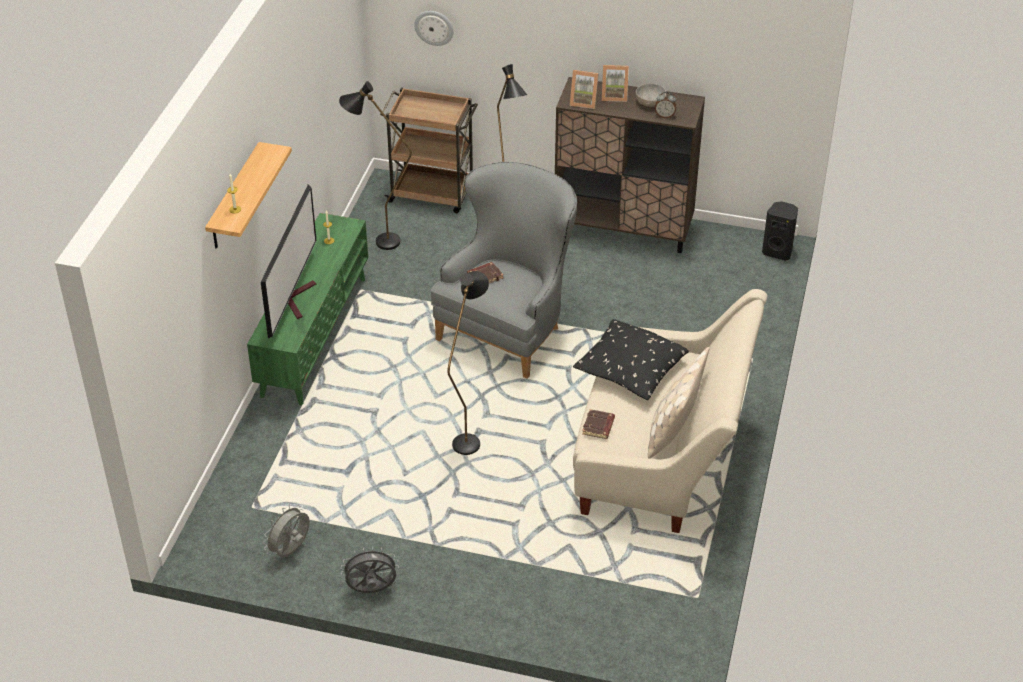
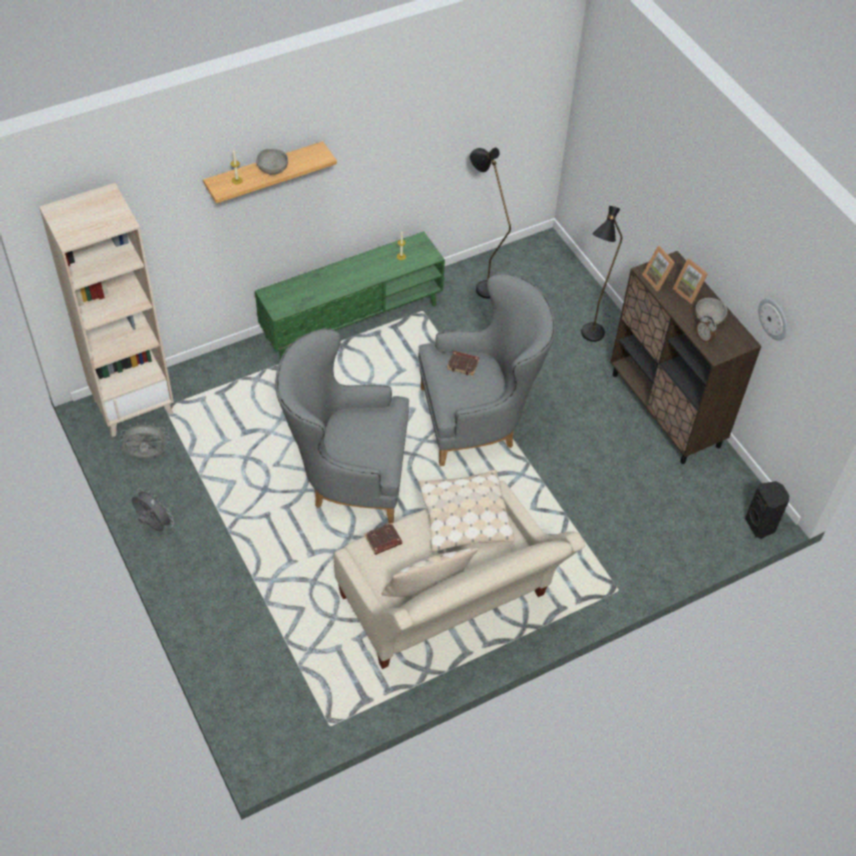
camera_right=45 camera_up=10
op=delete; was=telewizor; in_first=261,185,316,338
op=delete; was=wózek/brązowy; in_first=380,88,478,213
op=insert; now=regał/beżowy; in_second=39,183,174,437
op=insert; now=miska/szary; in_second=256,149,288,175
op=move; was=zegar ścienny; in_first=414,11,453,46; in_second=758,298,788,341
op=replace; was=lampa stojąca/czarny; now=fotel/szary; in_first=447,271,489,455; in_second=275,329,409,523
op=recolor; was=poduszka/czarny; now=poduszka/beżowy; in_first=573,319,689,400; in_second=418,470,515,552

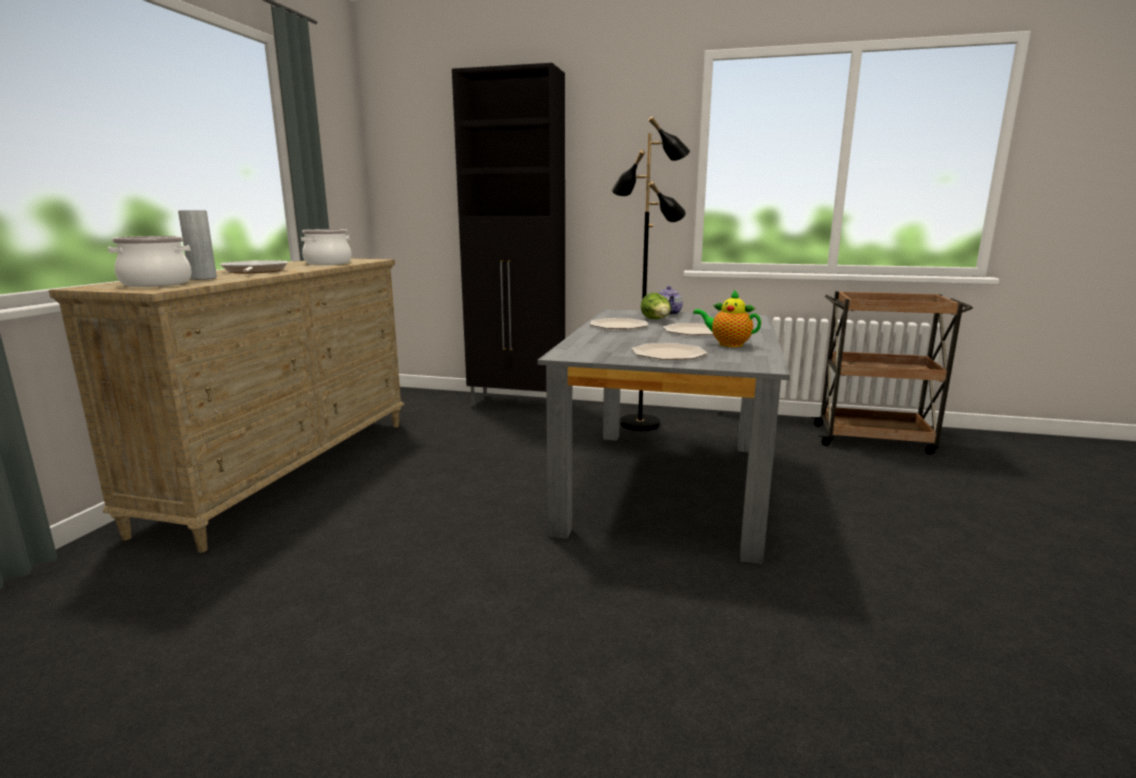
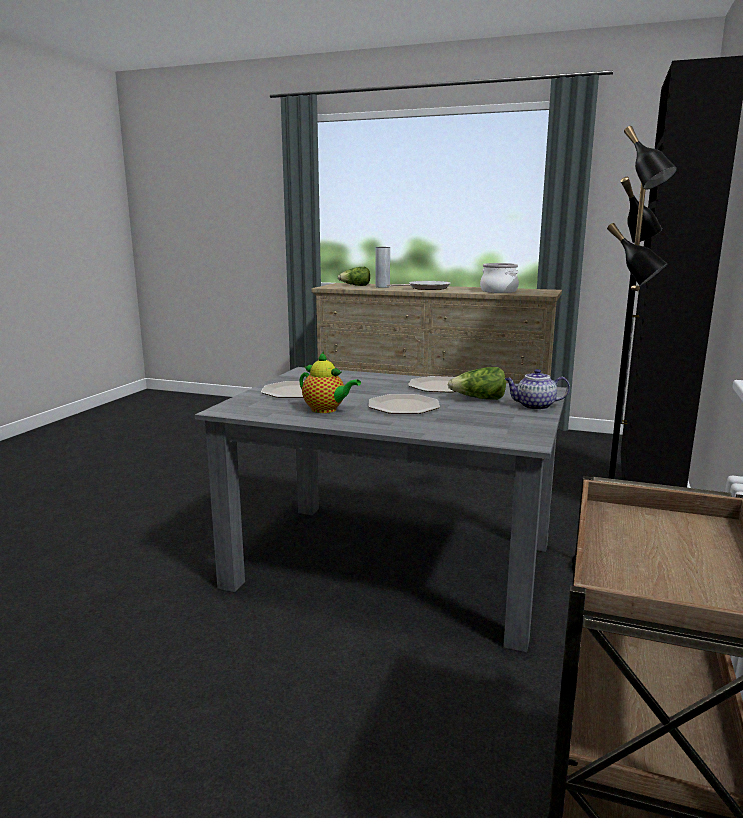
camera_right=95 camera_up=0
op=replace; was=garnek; now=sałata; in_first=108,236,192,287; in_second=338,267,370,286
op=rotate; was=imbryk; in_first=693,290,761,347; in_second=299,352,361,413; clockwise=90

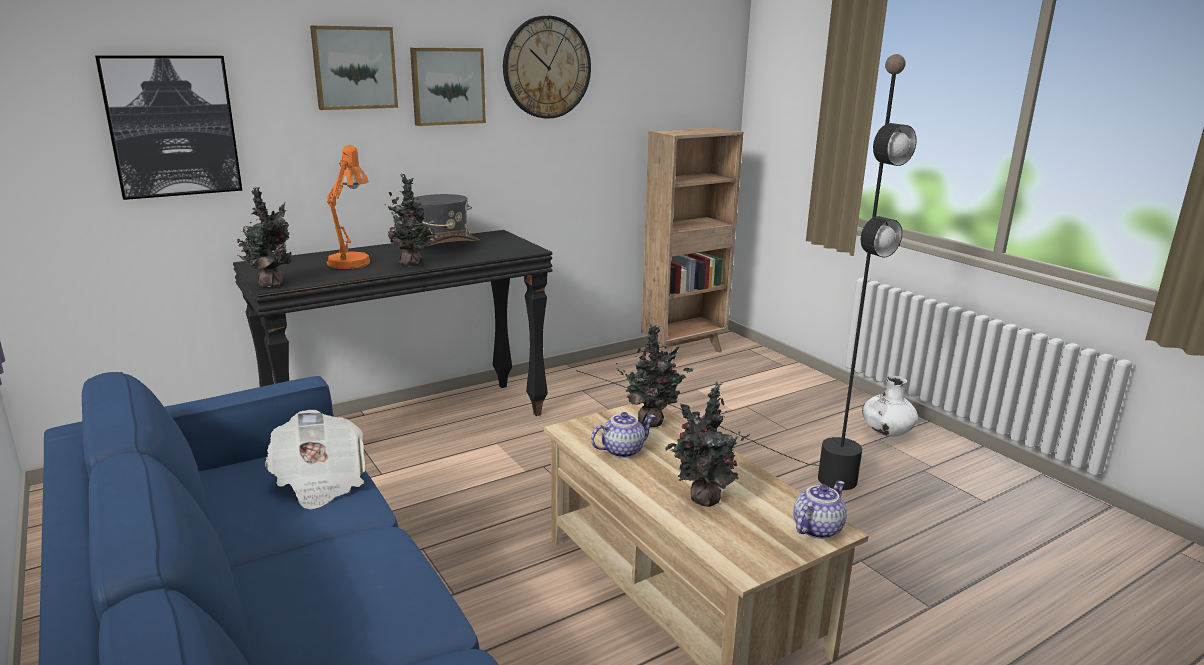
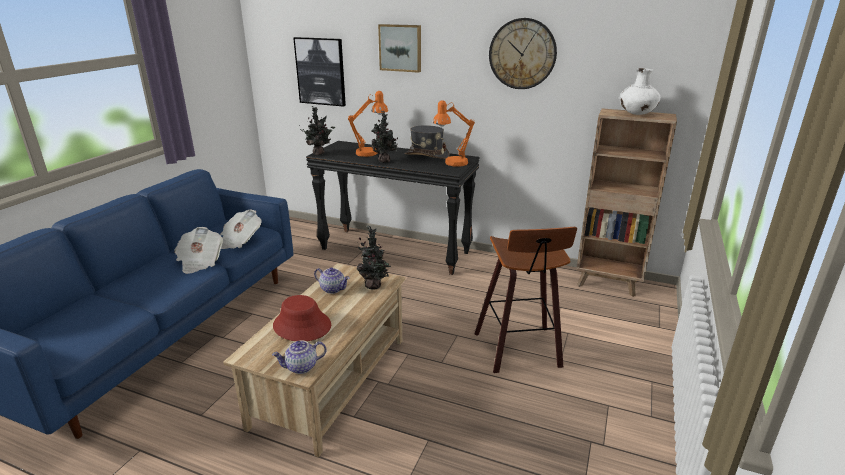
camera_right=55 camera_up=5
op=delete; was=obraz; in_first=410,48,486,126
op=insert; now=gazeta; in_second=174,227,223,274
op=insert; now=lampa stołowa/pomarańczowy; in_second=433,100,475,167
op=move; was=wazon/biały; in_first=862,376,918,437; in_second=620,68,661,115
op=replace; was=lampa stojąca/czarny; now=stołek; in_first=576,54,916,490; in_second=474,227,577,373
op=replace; was=roślina doniczkowa; now=kapelusz/czerwony; in_first=665,381,750,507; in_second=273,295,331,341
op=rotate; was=imbryk; in_first=794,481,847,539; in_second=272,340,327,374; clockwise=150

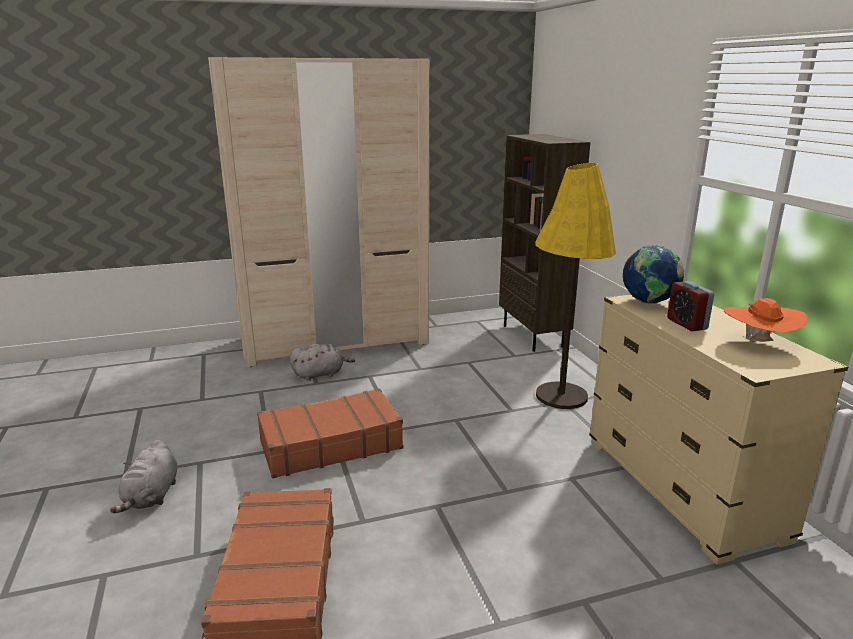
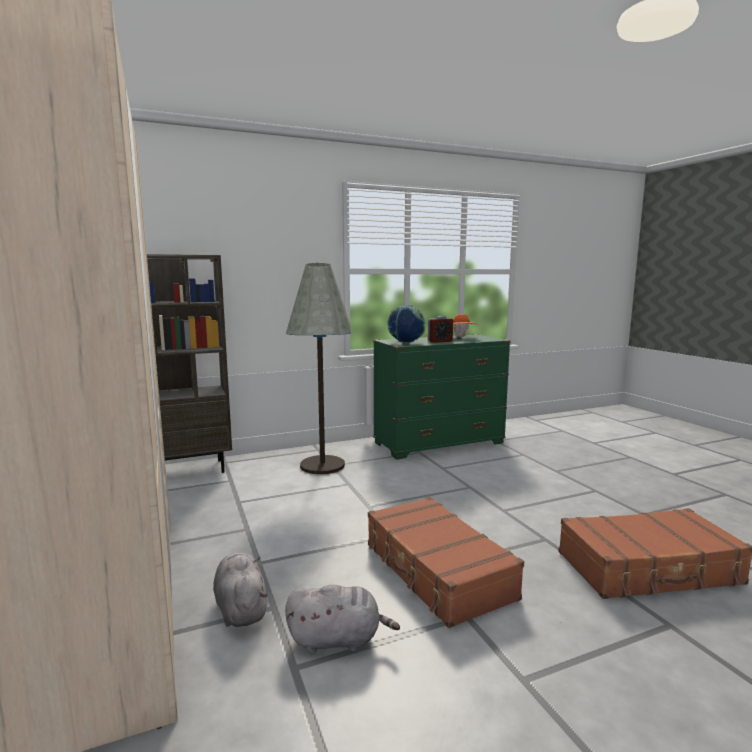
camera_right=-95 camera_up=-10
op=move; was=pluszak/szary; in_first=110,440,177,513; in_second=285,585,400,654
op=recolor; was=lampa stojąca/żółty; now=lampa stojąca/szary; in_first=535,163,616,409; in_second=286,263,353,474
op=recolor; was=komoda/beżowy; now=komoda/zielony; in_first=589,295,848,565; in_second=373,334,511,460

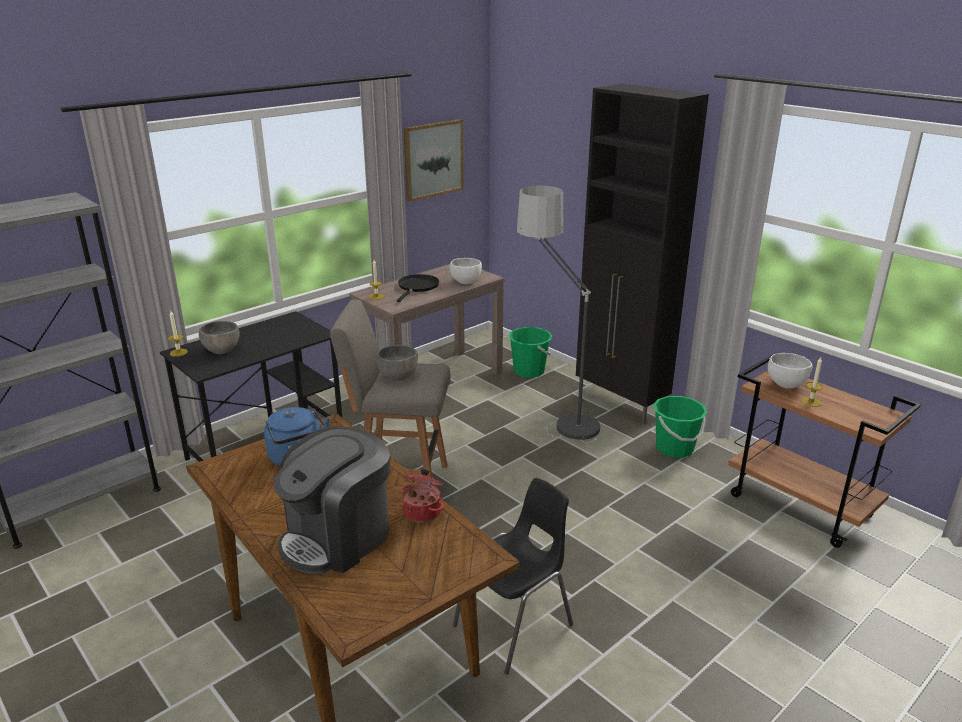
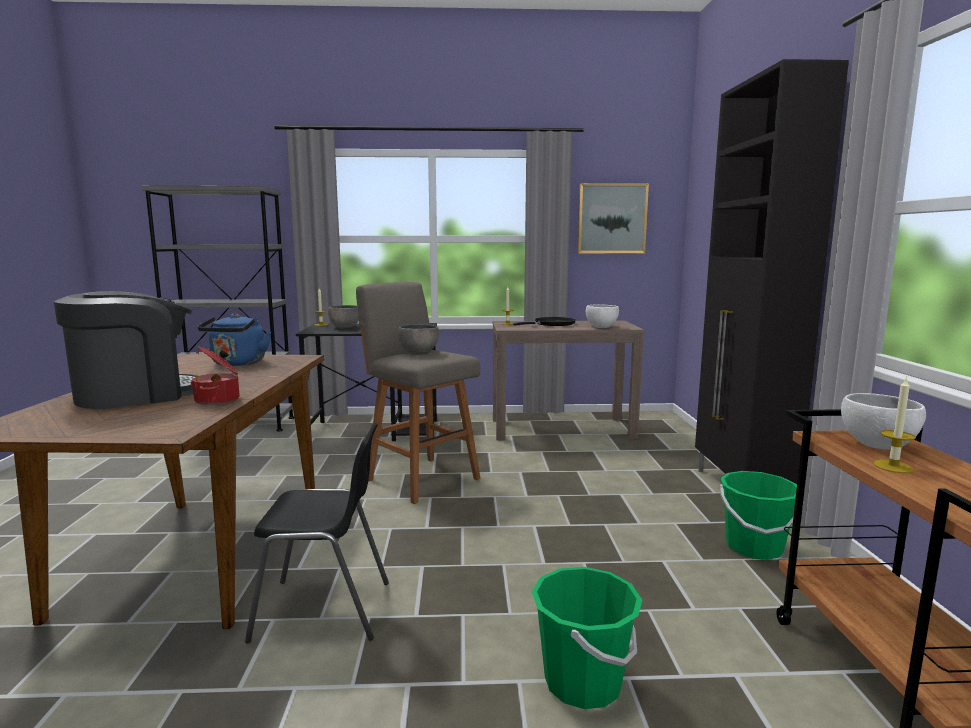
camera_right=40 camera_up=-15
op=delete; was=lampa stojąca; in_first=517,186,600,443
op=move; was=wiadro/zielony; in_first=508,327,552,378; in_second=532,567,642,709
op=rotate; was=ekspres do kawy; in_first=273,426,390,574; in_second=54,291,198,409; clockwise=150

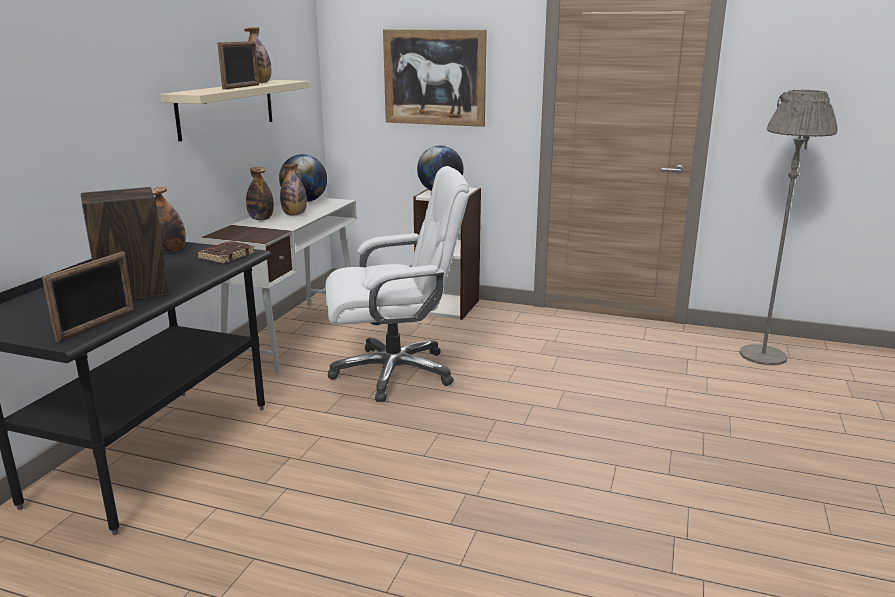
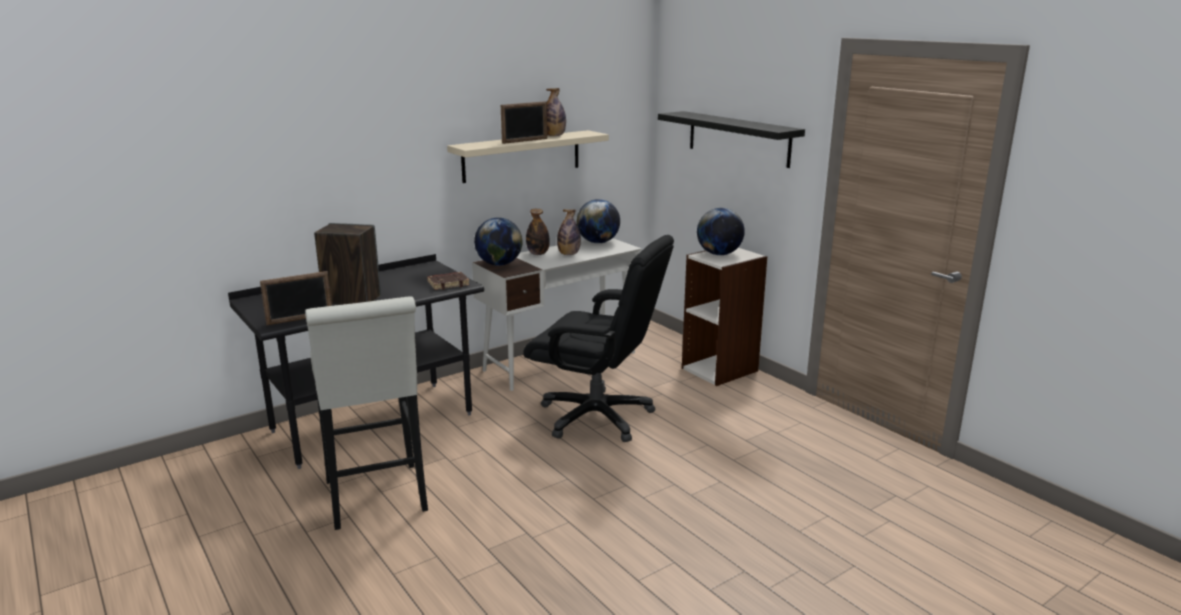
camera_right=35 camera_up=0
op=delete; was=butelka; in_first=152,187,186,252
op=delete; was=lampa stojąca/szary; in_first=739,90,837,365
op=insert; now=stołek/biały; in_second=305,297,428,530
op=insert; now=globus; in_second=474,217,523,266
op=replace; was=obraz; now=półka/czarny; in_first=383,30,487,127; in_second=658,111,805,168
op=recolor; was=krzesło biurowe/biały; now=krzesło biurowe/czarny; in_first=325,166,469,402; in_second=523,235,674,442

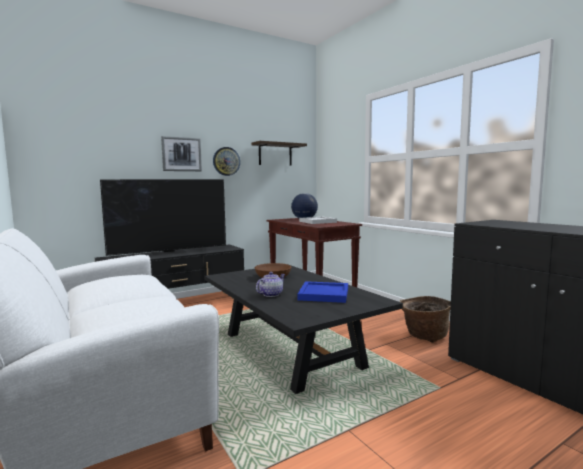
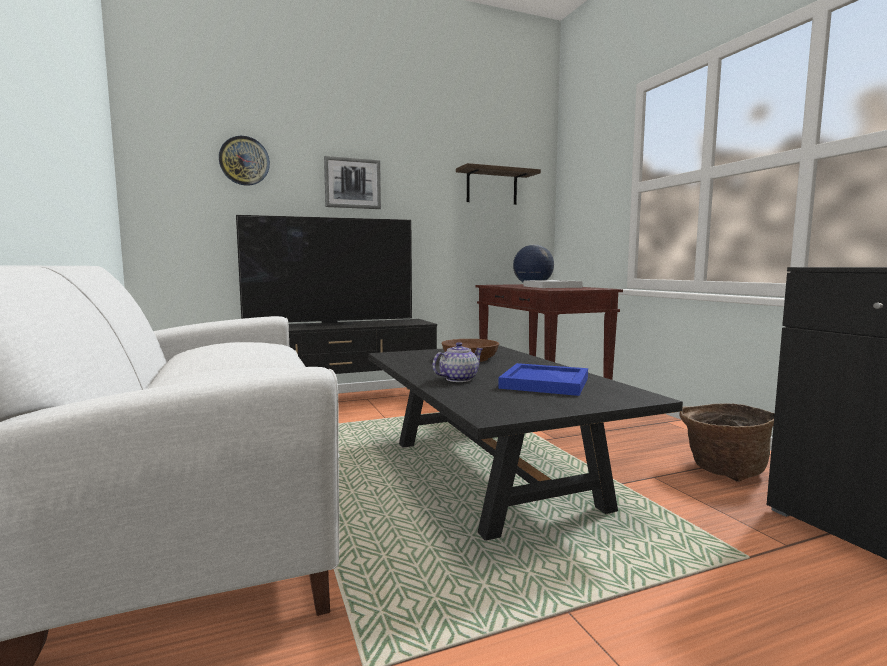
camera_right=10 camera_up=0
op=move; was=zegar ścienny; in_first=213,147,240,176; in_second=219,136,270,186

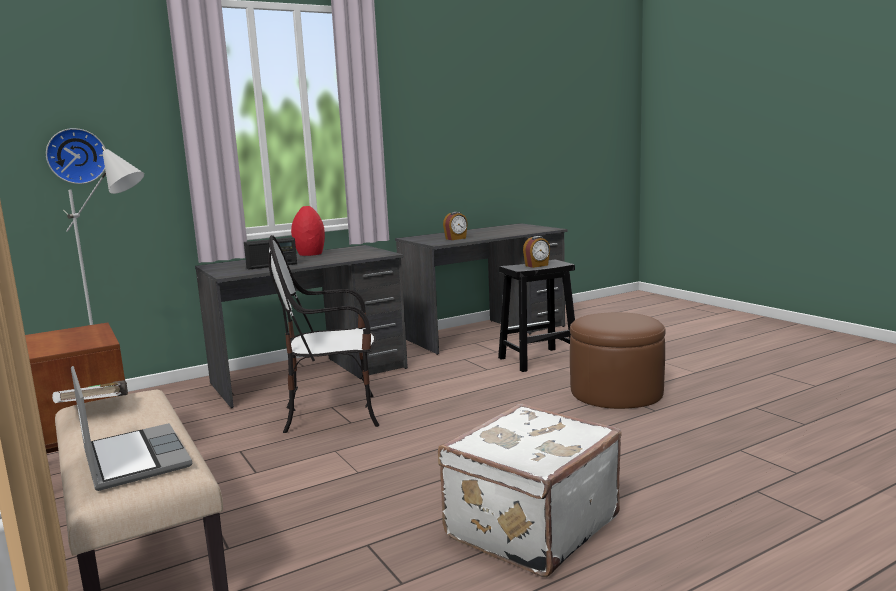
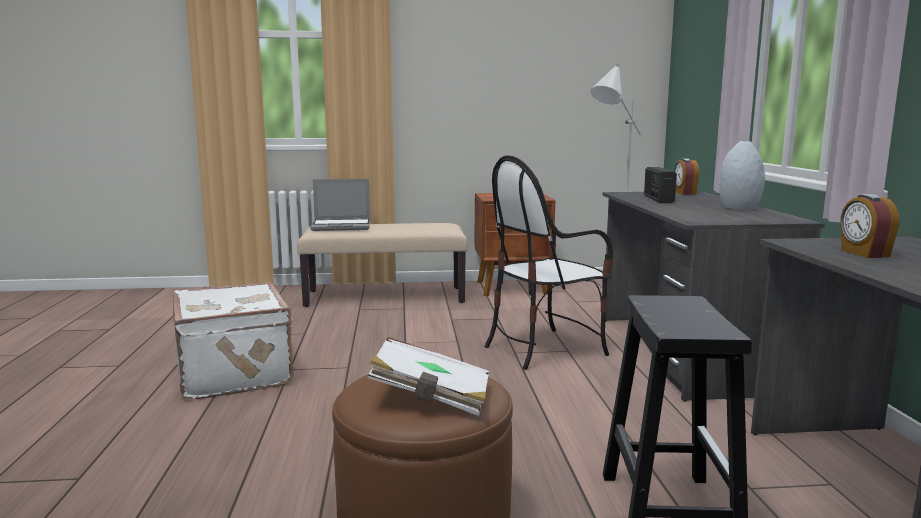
camera_right=115 camera_up=0
op=delete; was=zegar ścienny; in_first=46,128,105,184
op=move; was=książka/biały; in_first=52,380,128,403; in_second=367,337,489,416
op=move; was=budzik; in_first=523,236,550,268; in_second=674,159,699,195
op=recolor; was=wazon/czerwony; now=wazon/szary; in_first=291,206,325,256; in_second=719,141,765,210
op=rotate; was=krzesło; in_first=268,235,379,433; in_second=484,155,613,370; clockwise=-135

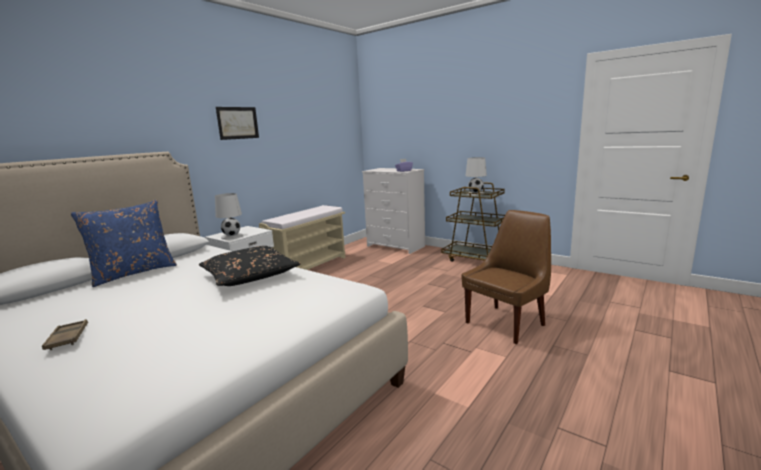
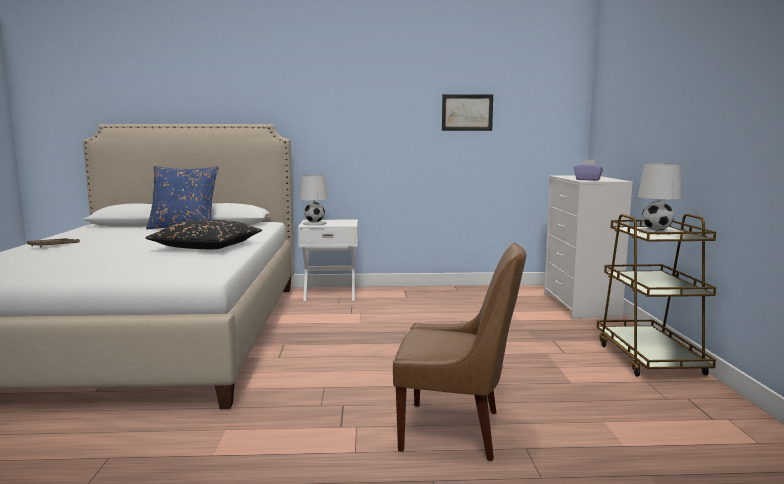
camera_right=50 camera_up=-5
op=delete; was=ławka/beżowy; in_first=259,205,346,270
op=move; was=obraz; in_first=216,107,259,140; in_second=442,94,493,131

